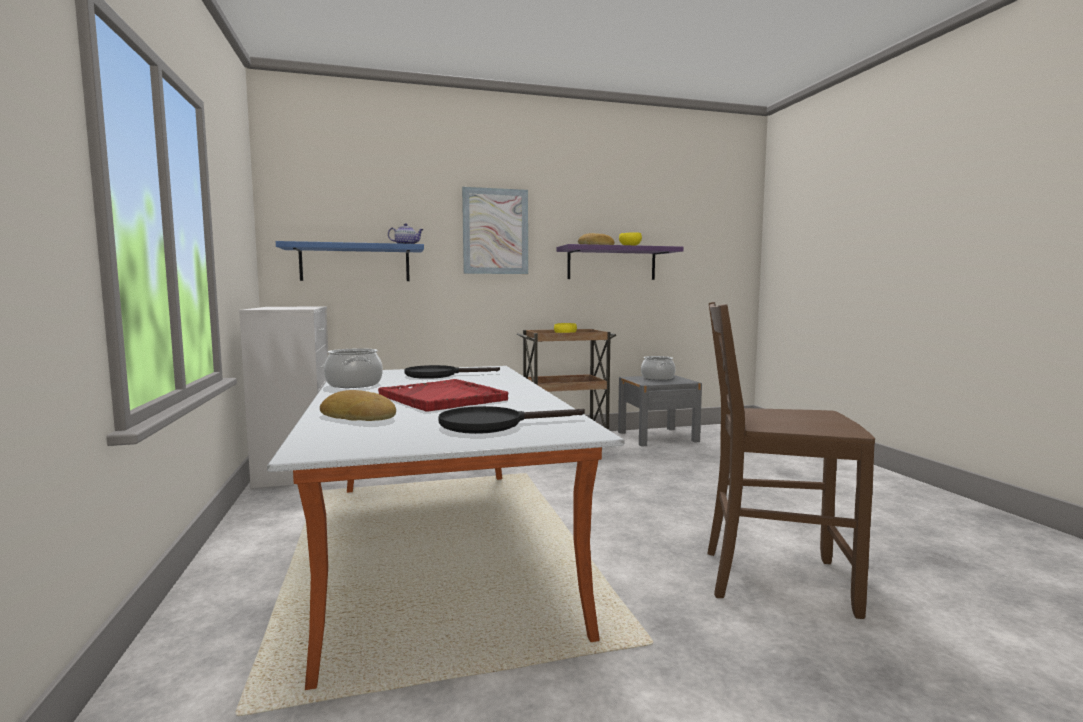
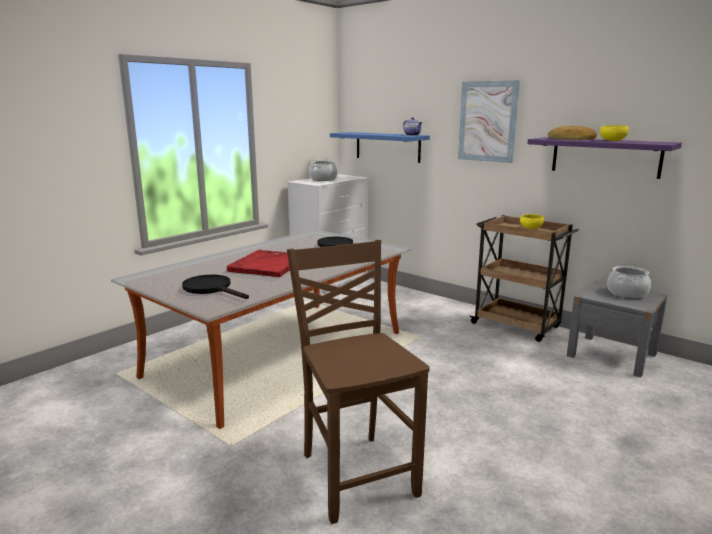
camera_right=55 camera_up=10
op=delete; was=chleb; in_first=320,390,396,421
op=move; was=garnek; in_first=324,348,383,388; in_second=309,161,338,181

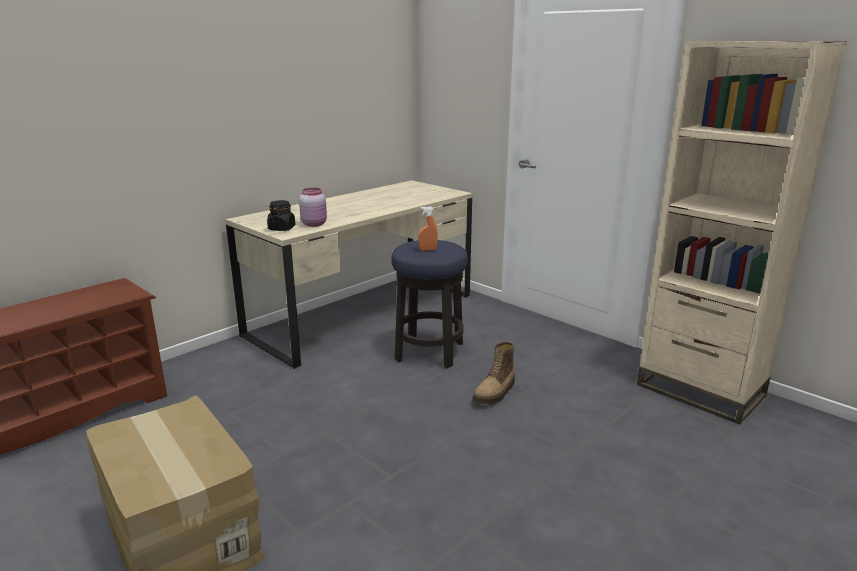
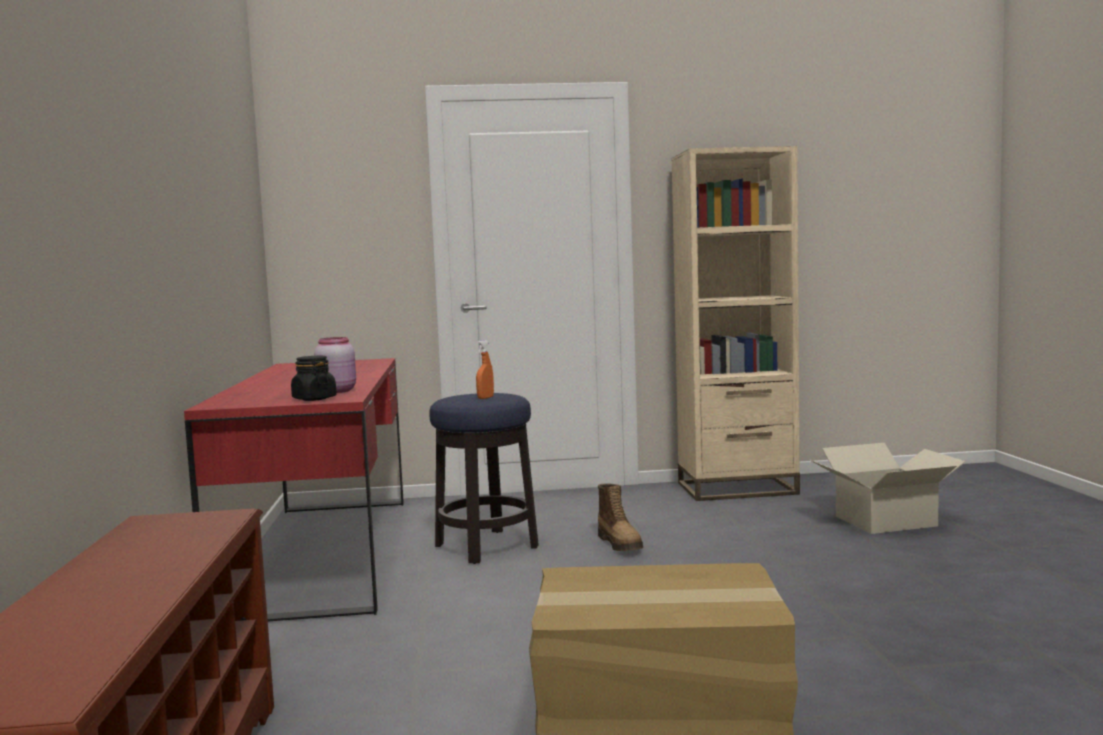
camera_right=-50 camera_up=-15
op=insert; now=karton; in_second=810,443,966,534
op=recolor; was=biurko/beżowy; now=biurko/czerwony; in_first=225,180,472,369; in_second=184,358,404,621

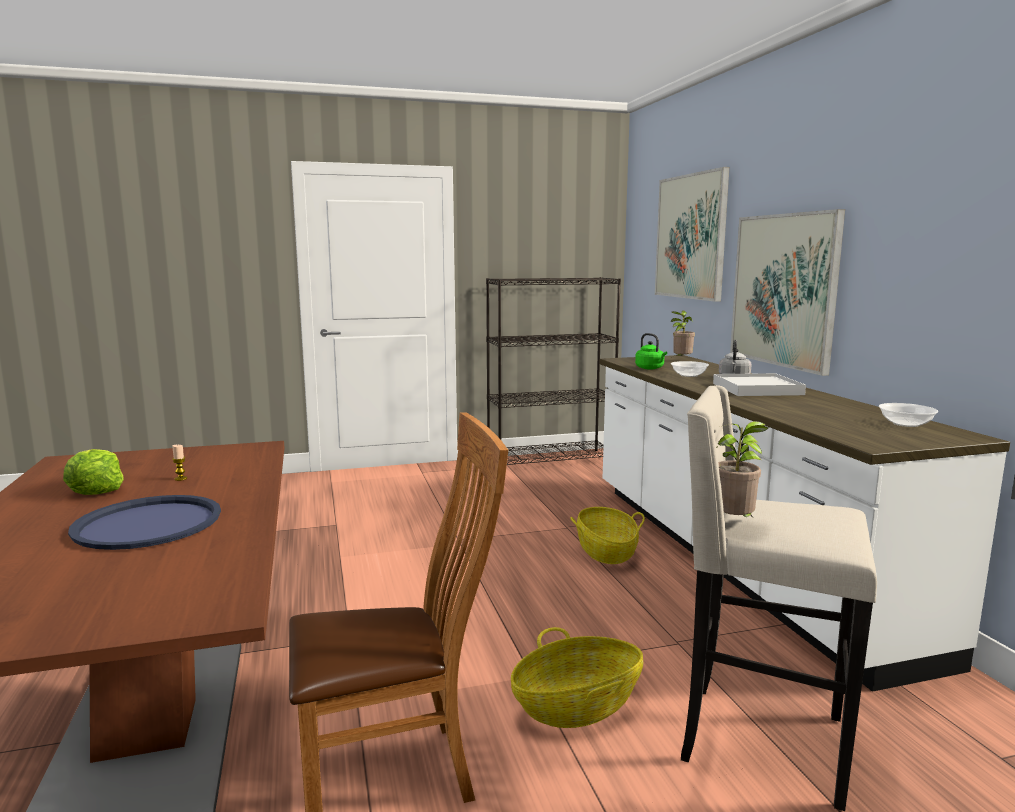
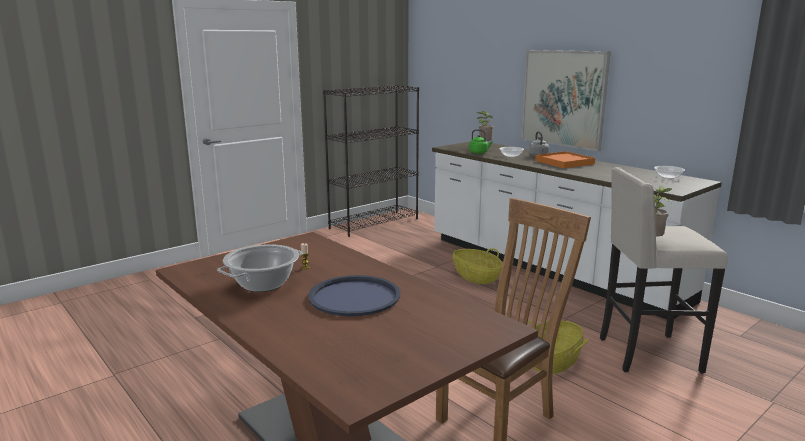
camera_right=-25 camera_up=5
op=delete; was=obraz; in_first=655,167,729,302
op=replace; was=sałata; now=garnek; in_first=63,449,124,495; in_second=217,244,303,292
op=recolor; was=taca/biały; now=taca/pomarańczowy; in_first=713,373,806,396; in_second=535,151,595,168

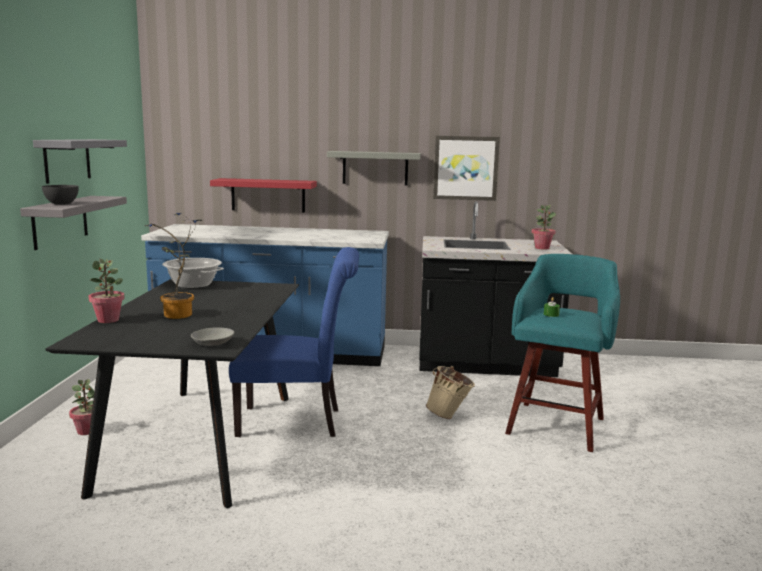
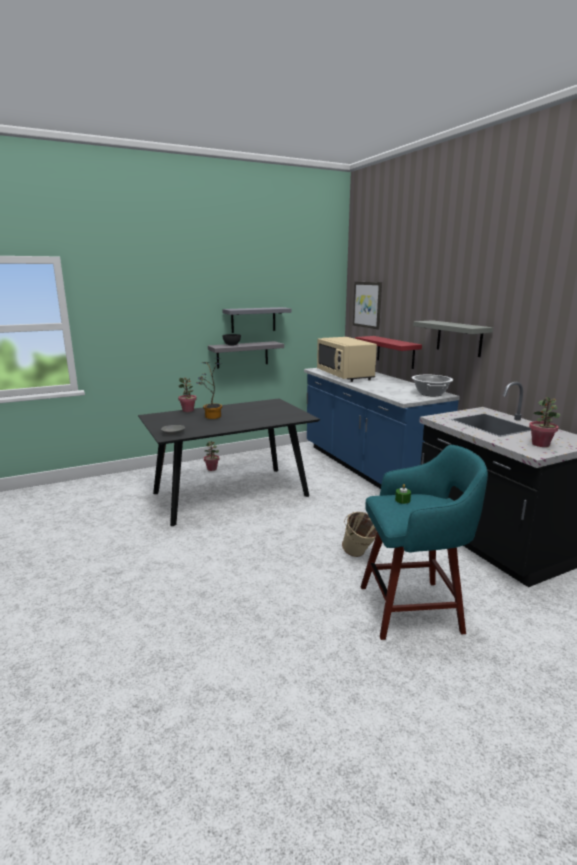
camera_right=60 camera_up=5
op=delete; was=krzesło/niebieski; in_first=229,247,359,437
op=insert; now=mikrofalówka/beżowy; in_second=317,337,377,382
op=move; was=garnek; in_first=162,258,224,289; in_second=412,375,453,396
op=move; was=obraz; in_first=433,136,500,201; in_second=353,282,382,329

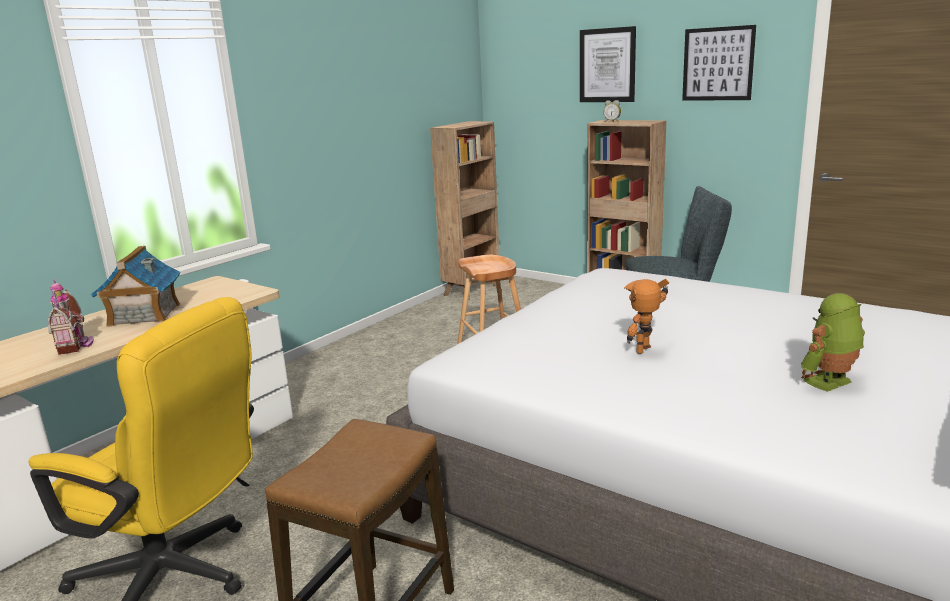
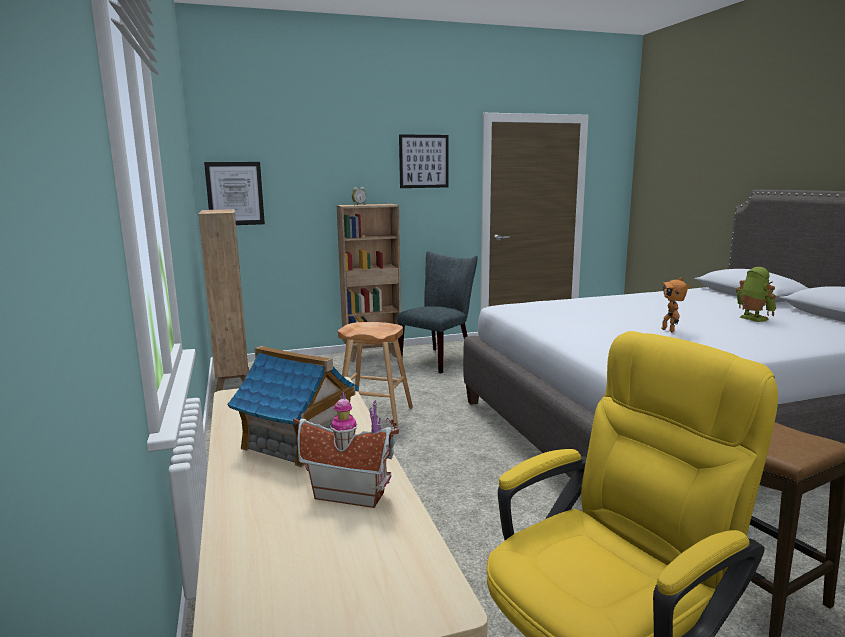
camera_right=-55 camera_up=-5
op=move; was=obraz; in_first=580,26,636,102; in_second=204,162,265,225
op=rotate; was=robot zabawkowy; in_first=801,293,865,392; in_second=736,267,776,322; clockwise=150

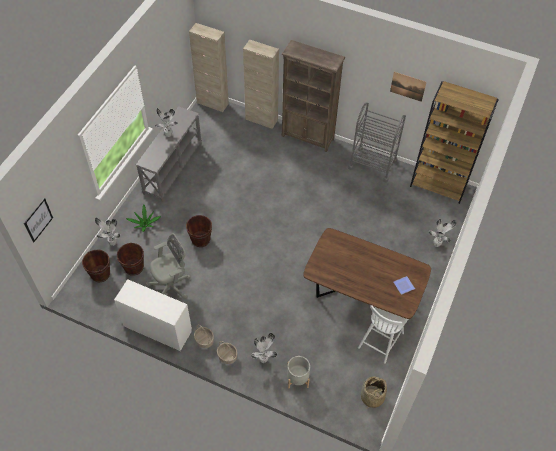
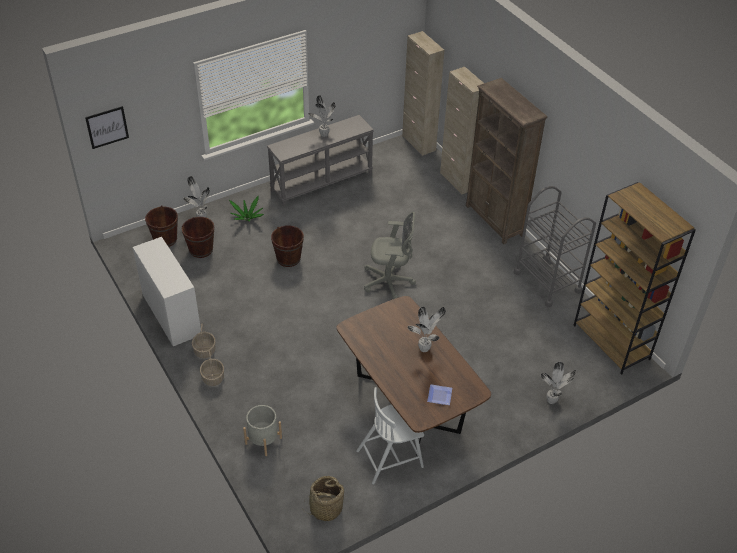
camera_right=35 camera_up=-10
op=delete; was=obraz; in_first=390,72,426,102
op=move; was=krzesło biurowe/szary; in_first=145,233,191,299; in_second=364,212,416,299
op=move; was=roślina doniczkowa; in_first=251,333,277,363; in_second=408,307,446,352

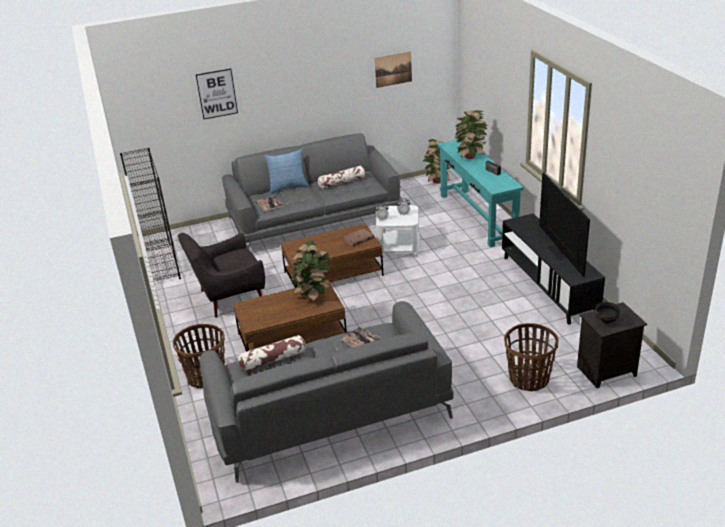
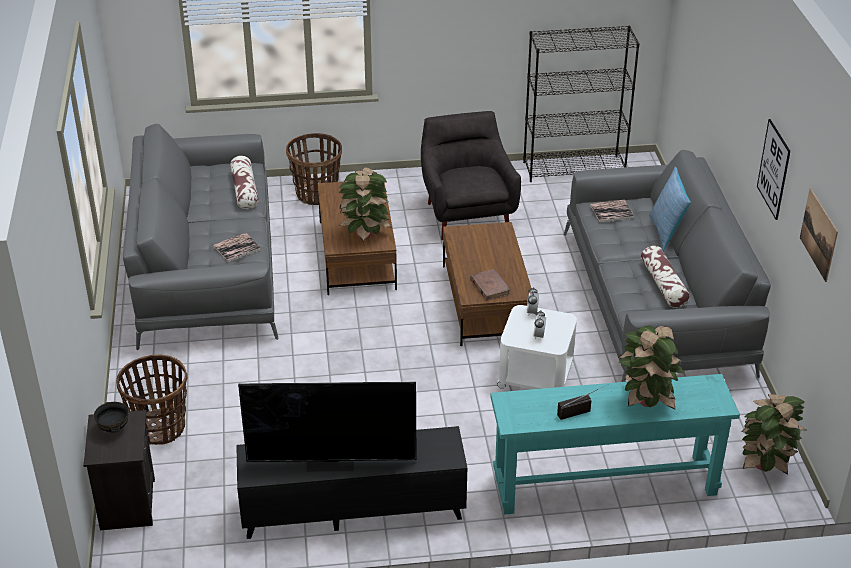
camera_right=100 camera_up=5
op=move; was=obraz; in_first=196,69,238,119; in_second=757,119,790,220

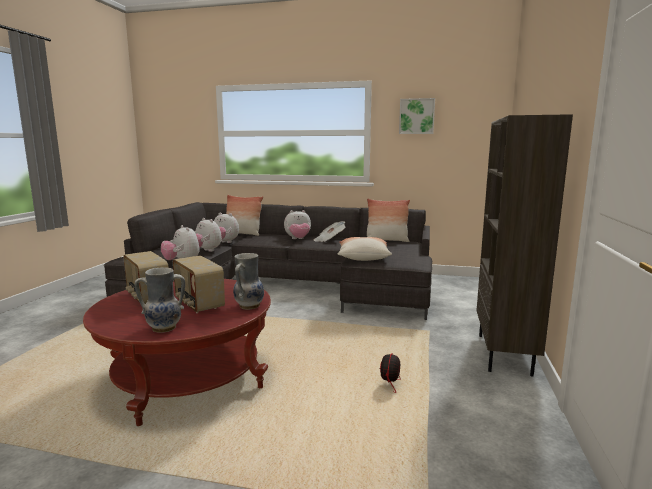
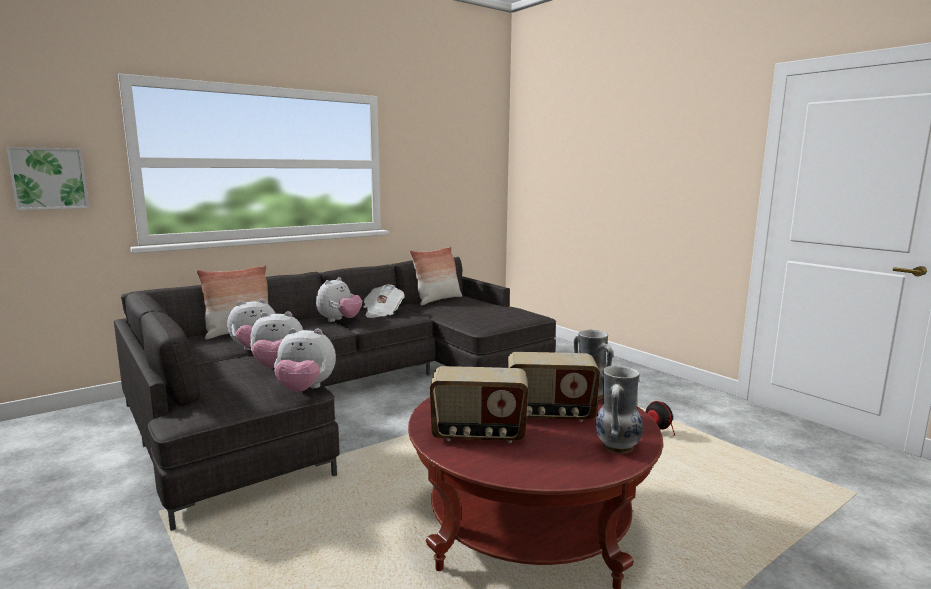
camera_right=-50 camera_up=0
op=delete; was=poduszka; in_first=338,237,392,261
op=delete; was=regał/brązowy; in_first=477,114,573,376
op=move; was=obraz; in_first=399,98,435,134; in_second=6,147,89,210

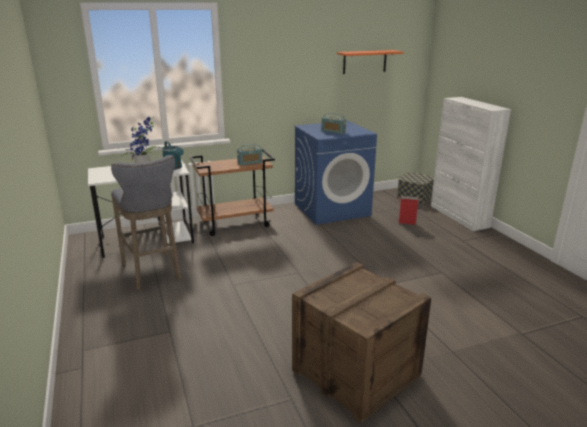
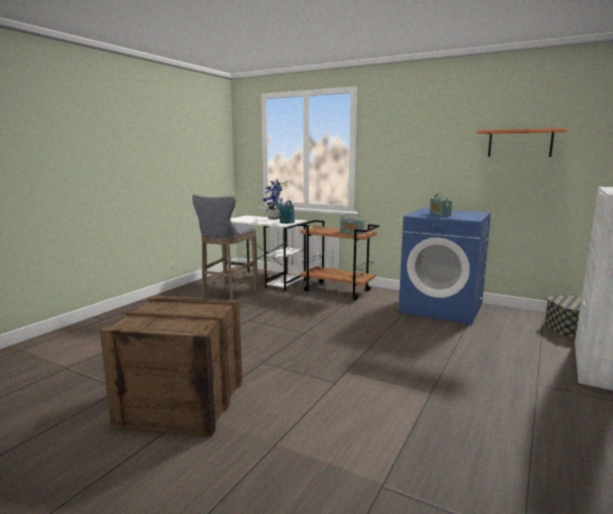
camera_right=50 camera_up=-10
op=delete; was=karton; in_first=399,196,420,225

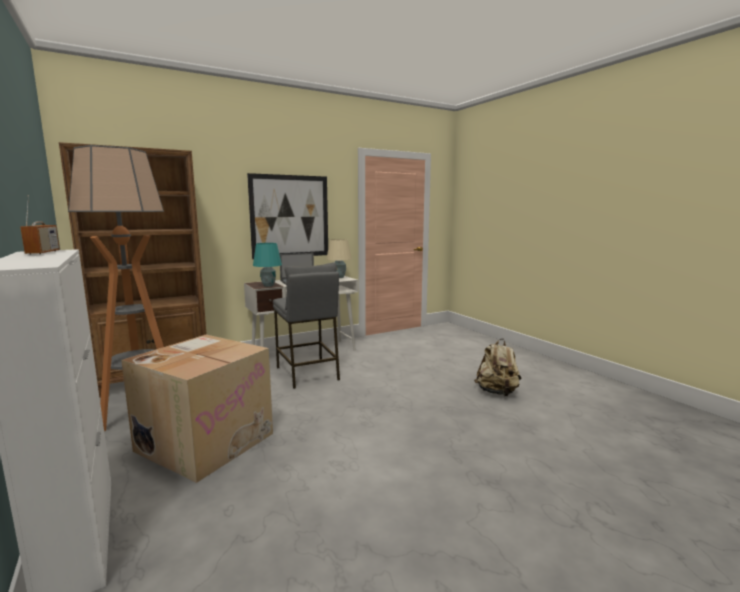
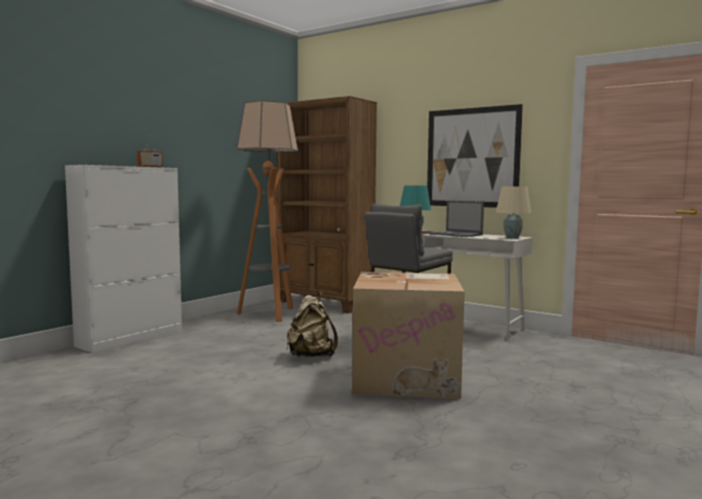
camera_right=65 camera_up=-5
op=move; was=karton; in_first=121,335,273,483; in_second=352,272,465,399
op=move; was=plecak/beżowy; in_first=474,339,522,396; in_second=287,292,338,357

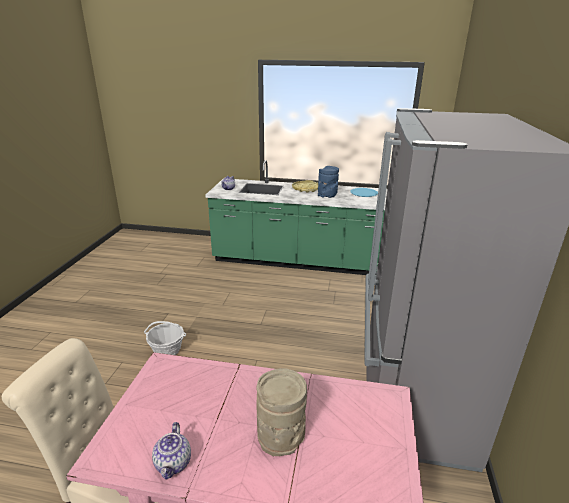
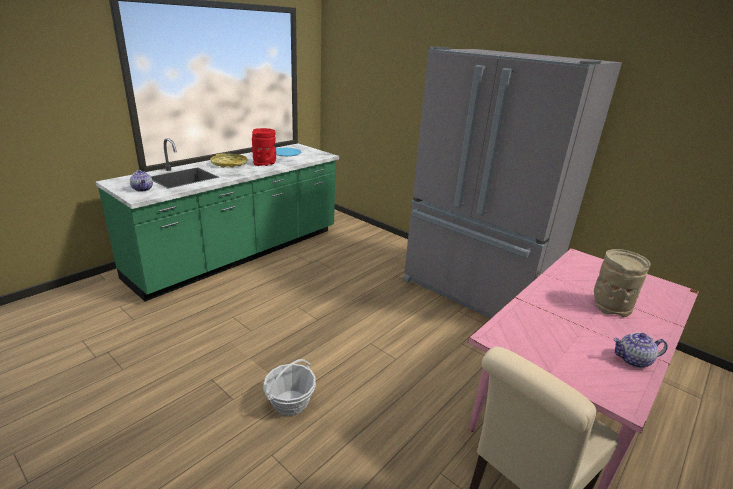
camera_right=-60 camera_up=0
op=recolor; was=wazon/niebieski; now=wazon/czerwony; in_first=318,166,339,198; in_second=252,128,276,166
op=rotate; was=imbryk; in_first=152,422,191,479; in_second=613,332,668,368; clockwise=150

